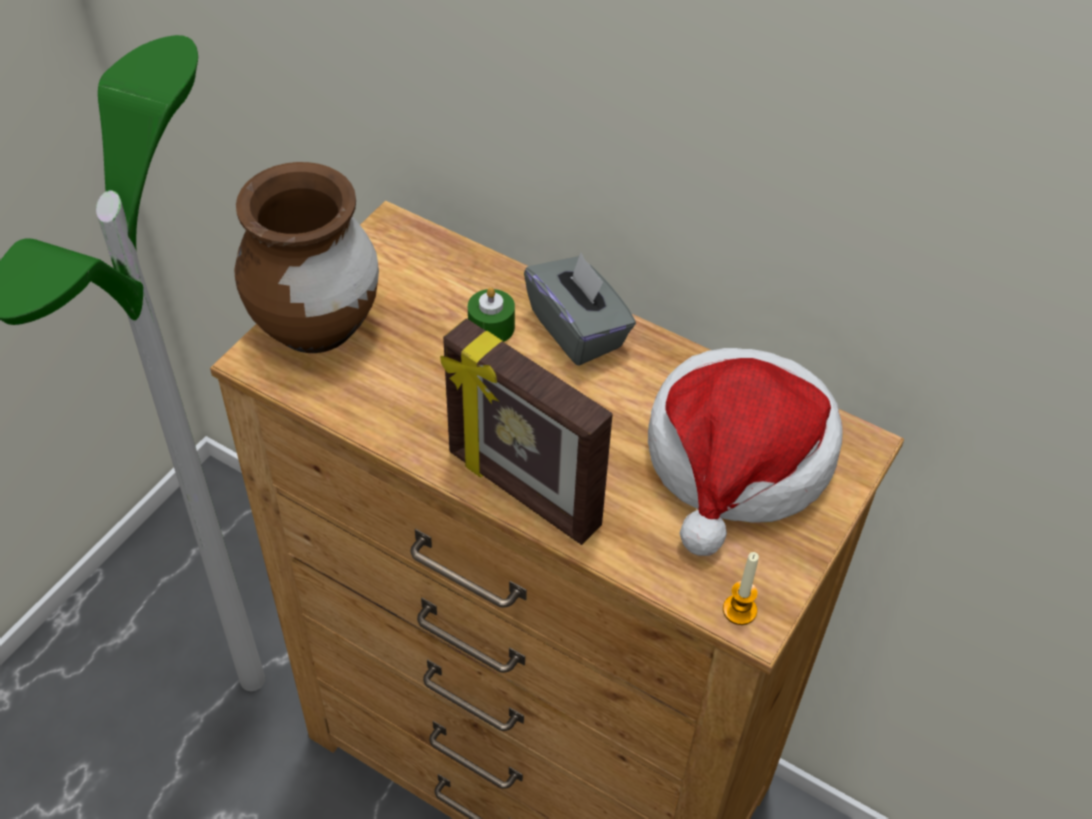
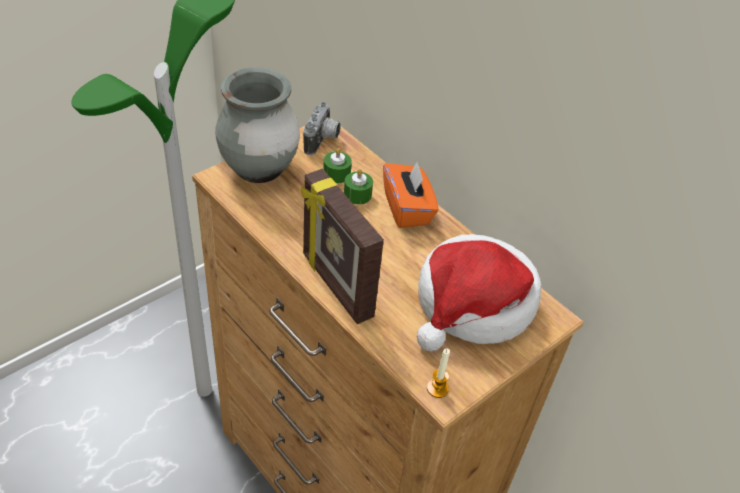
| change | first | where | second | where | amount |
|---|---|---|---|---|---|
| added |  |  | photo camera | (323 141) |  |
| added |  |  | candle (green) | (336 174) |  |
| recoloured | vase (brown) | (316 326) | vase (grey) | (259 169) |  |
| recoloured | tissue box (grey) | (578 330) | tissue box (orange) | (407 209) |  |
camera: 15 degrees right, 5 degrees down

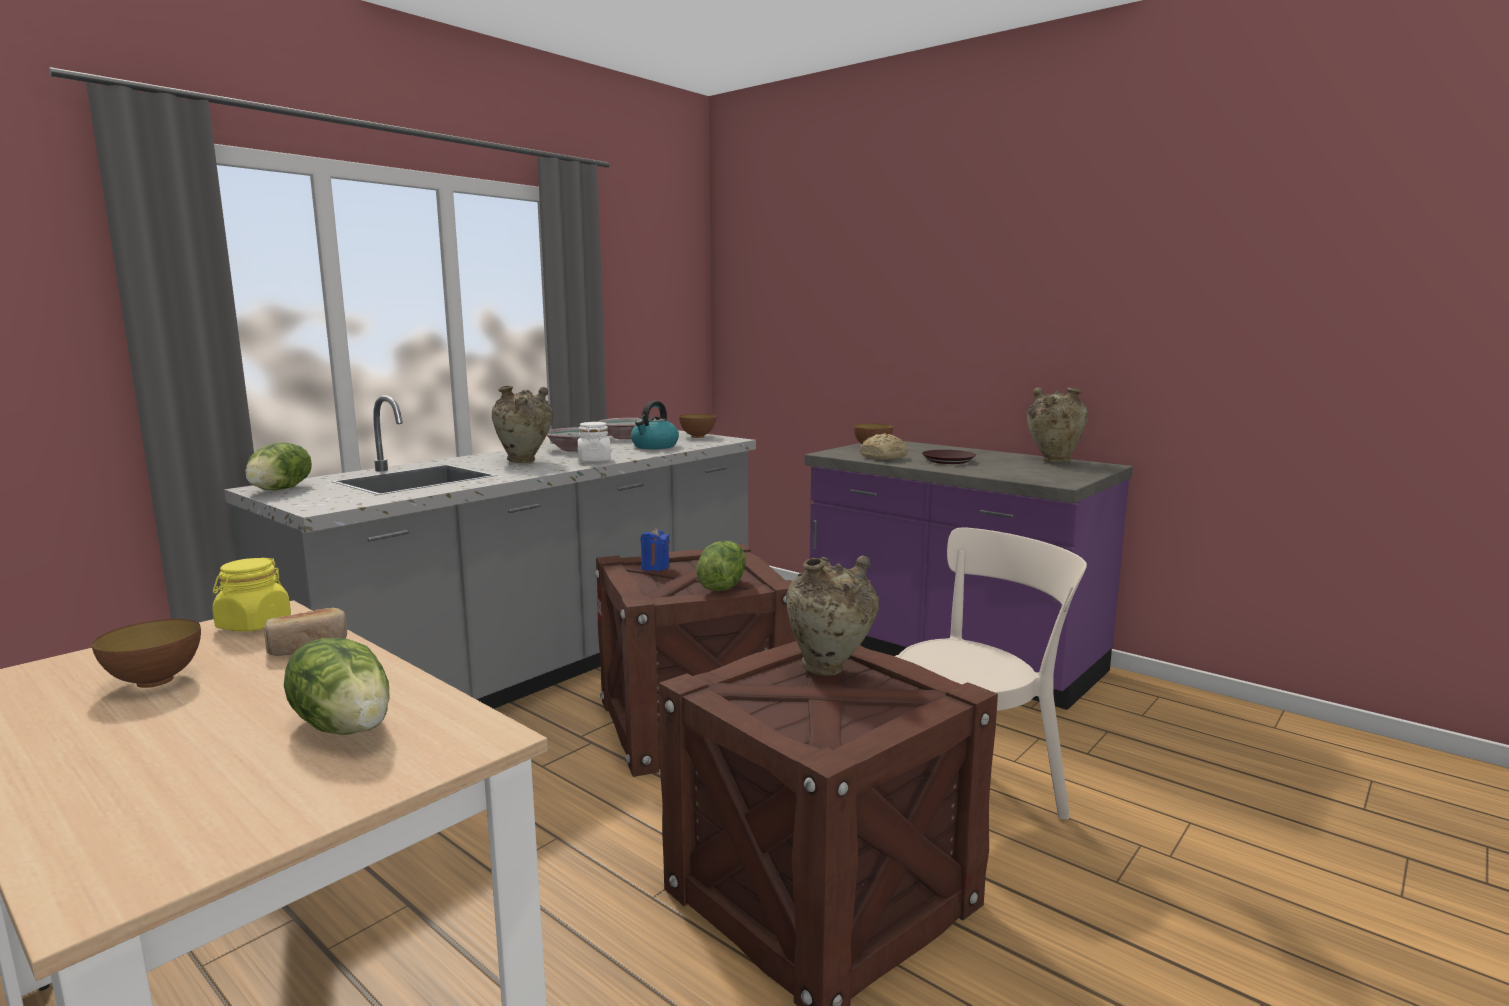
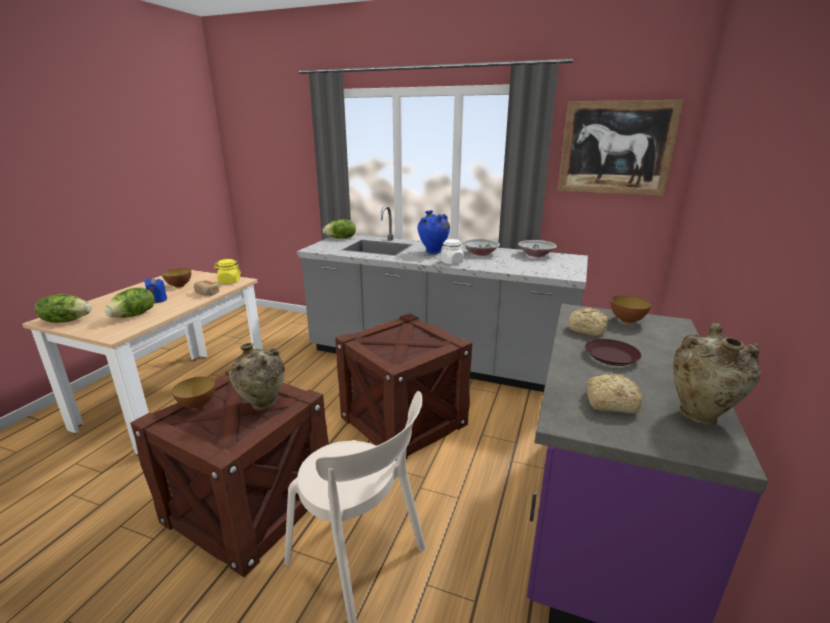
| change | first | where | second | where | amount |
|---|---|---|---|---|---|
| removed | kettle | (654 446) |  |  |  |
| added |  |  | picture | (616 148) |  |
| added |  |  | bread | (609 402) |  |
| moved | candle (blue) | (655 567) |  | (158 300) |  |
| moved | bowl | (697 437) |  | (197 405) |  |
| moved | lettuce | (721 586) |  | (66 320) |  |
| recoloured | vase (beige) | (525 461) | vase (blue) | (433 252) |  |
camera: 70 degrees right, 10 degrees up

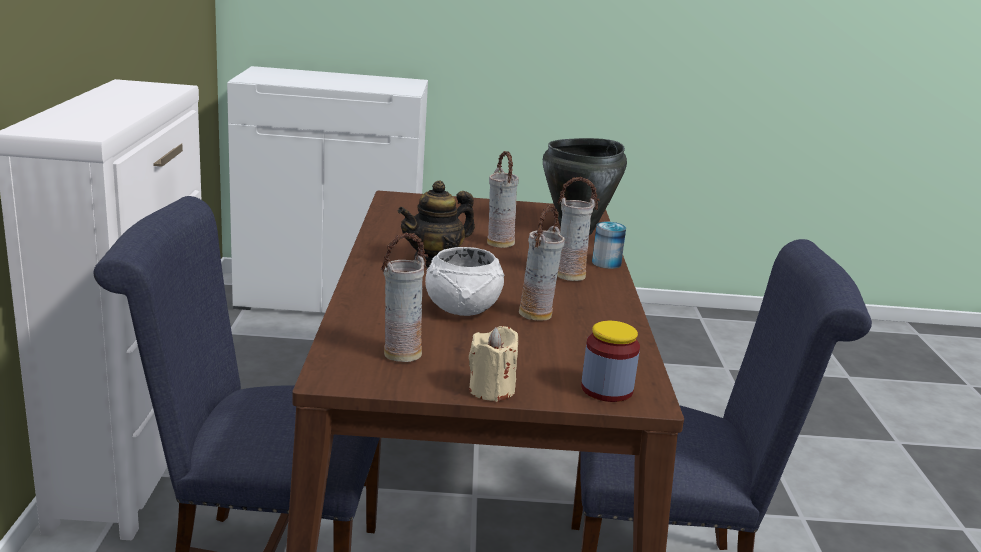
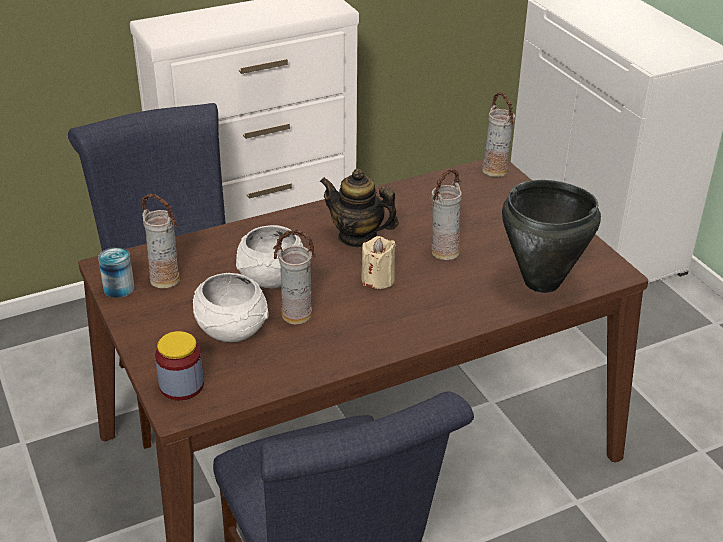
| change | first | where | second | where | amount |
|---|---|---|---|---|---|
| added |  |  | bowl (white) | (231 329) |  |
| moved | candle (beige) | (491 390) |  | (378 279) |  |
| moved | vase | (570 276) |  | (495 171) |  |
| moved | can | (606 263) |  | (119 288) |  |
camera: 65 degrees right, 15 degrees up

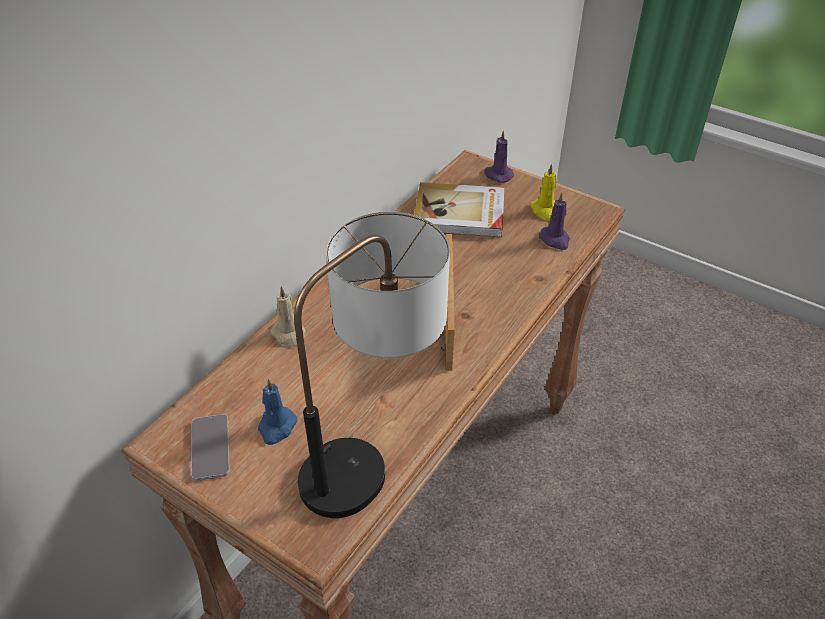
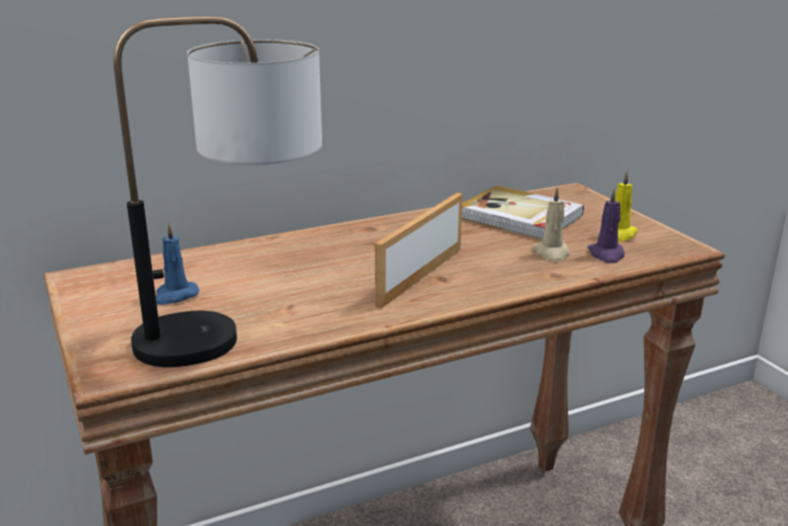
| change | first | where | second | where | amount |
|---|---|---|---|---|---|
| removed | phone | (210 447) |  |  |  |
| removed | candle (purple) | (497 175) |  |  |  |
| moved | candle (beige) | (289 334) |  | (552 253) |  |
camera: 30 degrees right, 20 degrees down

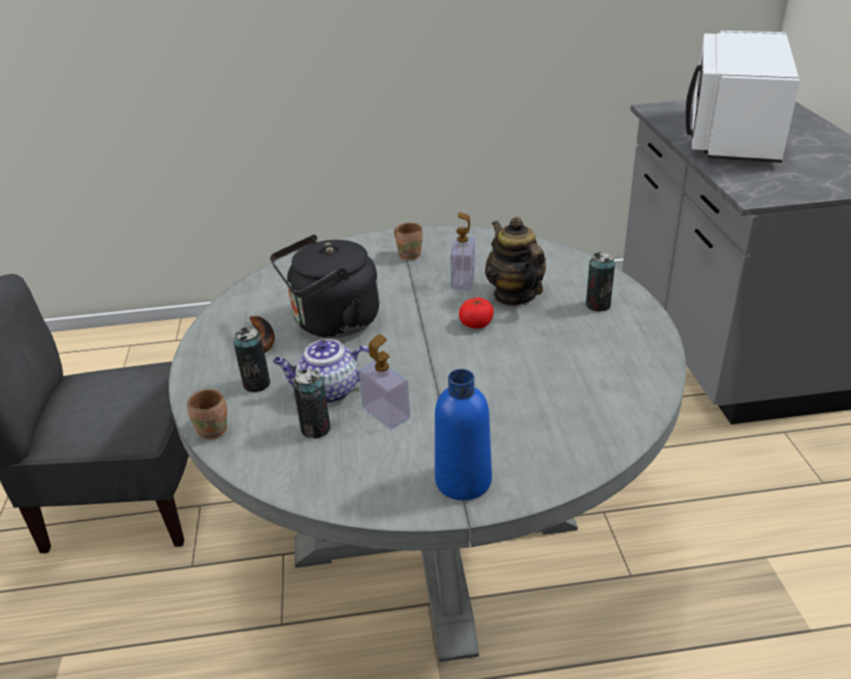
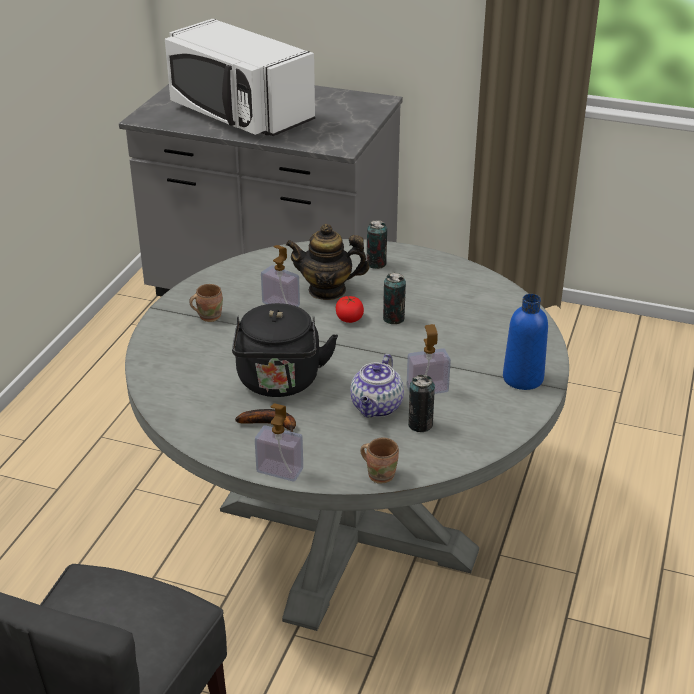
| change | first | where | second | where | amount |
|---|---|---|---|---|---|
| added |  |  | soap dispenser | (280 470) |  |
| moved | can | (256 384) |  | (393 319) |  |
camera: 65 degrees left, 0 degrees up

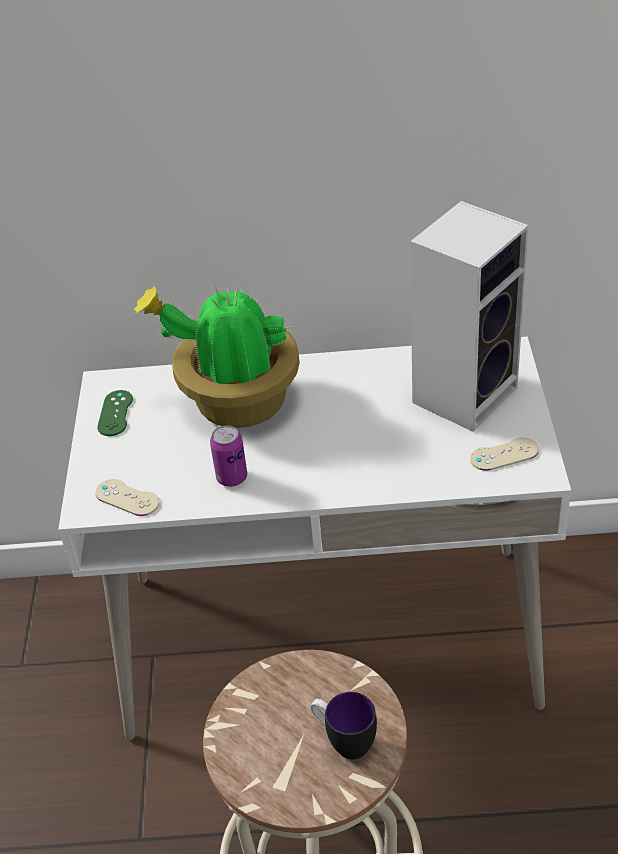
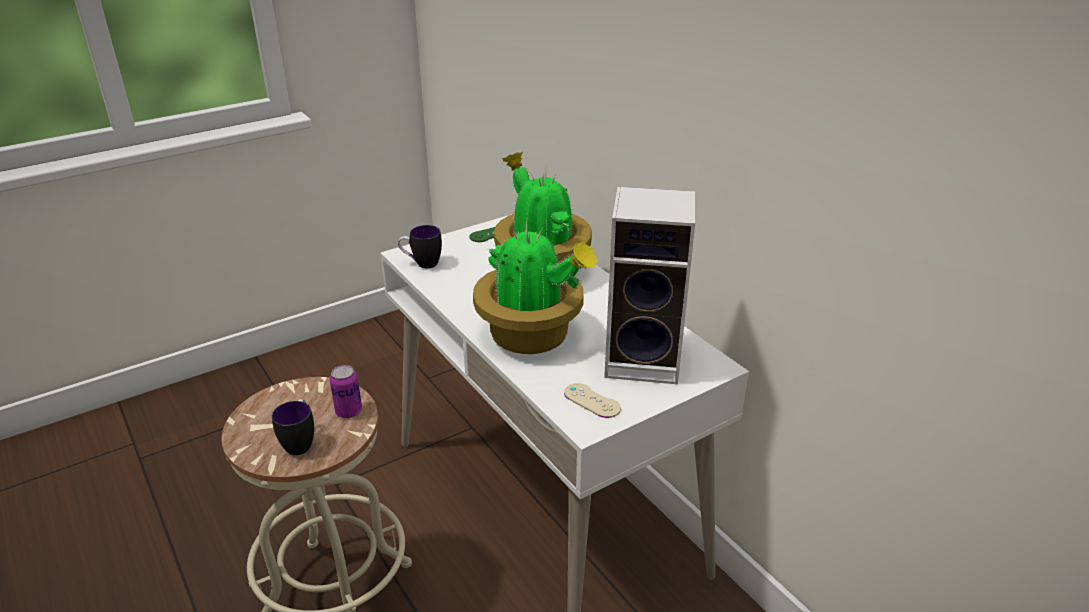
| change | first | where | second | where | amount |
|---|---|---|---|---|---|
| added |  |  | potted plant | (532 337) |  |
| moved | can | (232 477) |  | (349 411) |  |
| replaced | game controller (beige) | (127 498) | mug | (421 264) |  |
camera: 55 degrees right, 10 degrees down

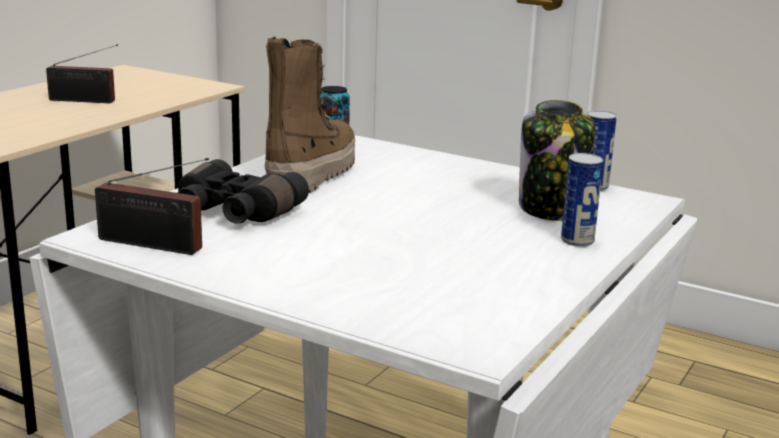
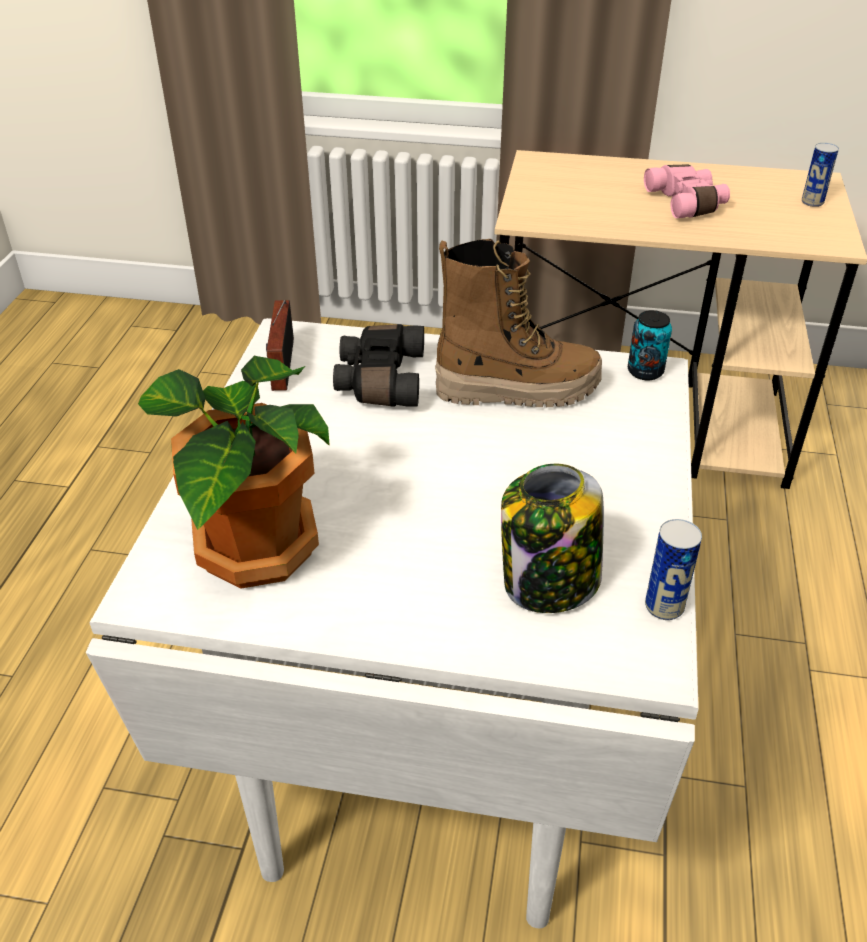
| change | first | where | second | where | amount |
|---|---|---|---|---|---|
| added |  |  | potted plant | (253 551) |  |
| moved | can | (577 241) |  | (812 202) |  |
| replaced | radio | (85 101) | binoculars (pink) | (687 203) |  |
camera: 70 degrees right, 20 degrees up

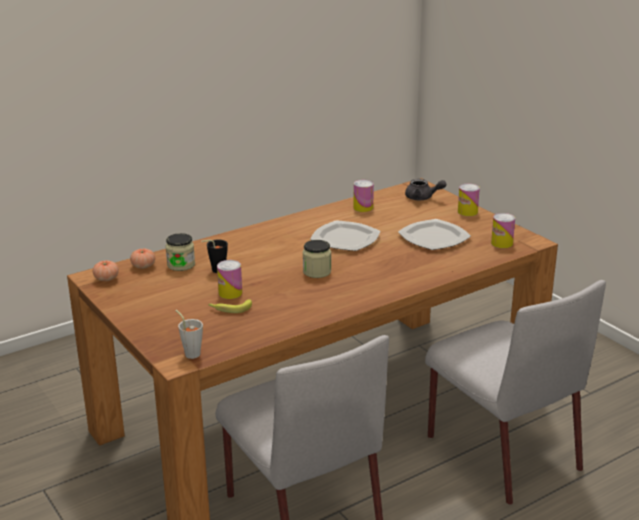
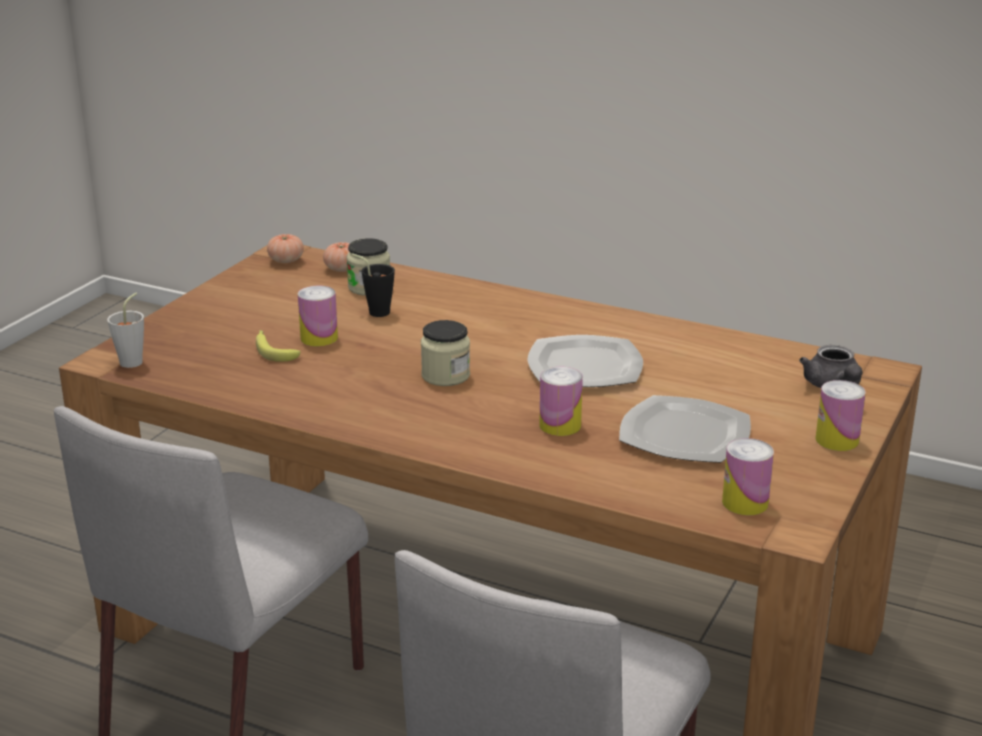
| change | first | where | second | where | amount |
|---|---|---|---|---|---|
| moved | can | (363 208) |  | (560 425) |  |
camera: 60 degrees right, 0 degrees up

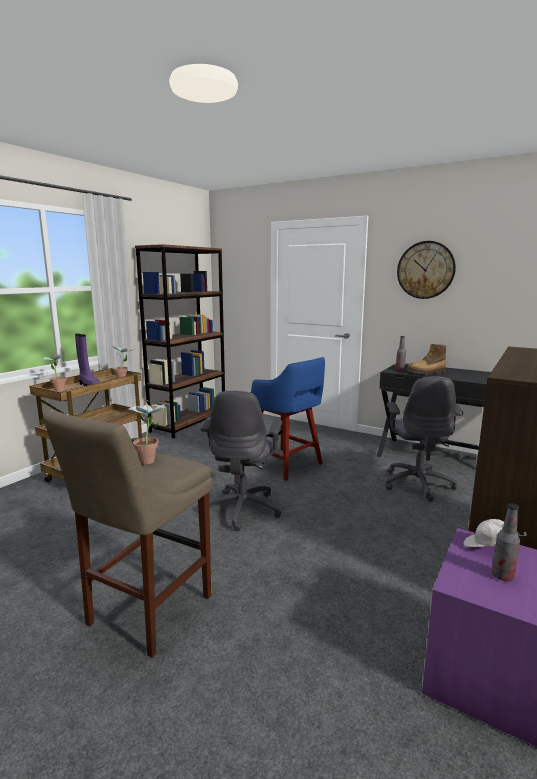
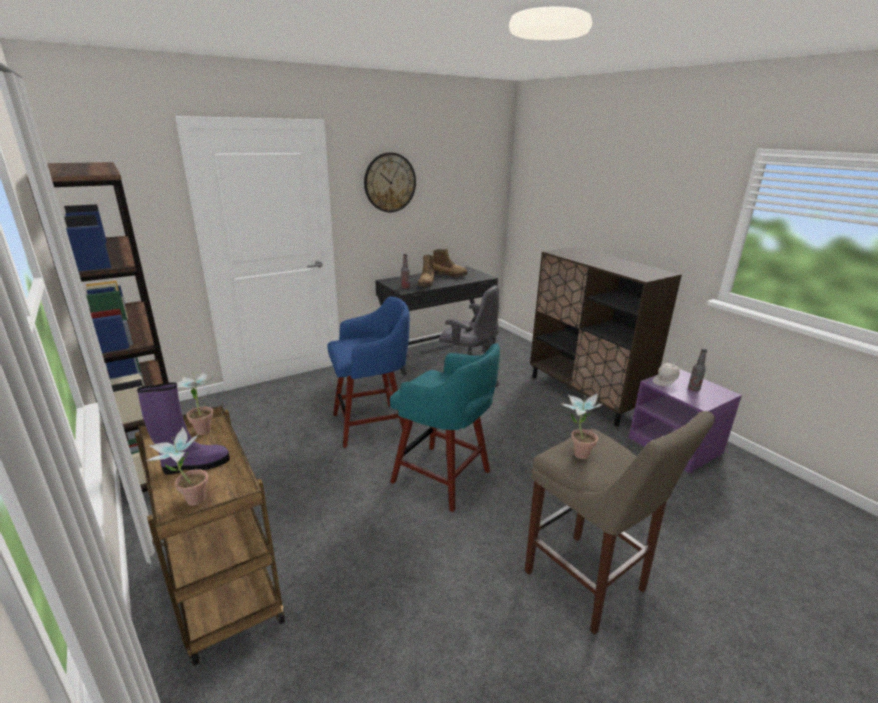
| change | first | where | second | where | amount |
|---|---|---|---|---|---|
| added |  |  | boot | (450 275) |  |
| replaced | office chair (grey) | (243 509) | stool (turquoise) | (444 478) |  |
camera: 65 degrees left, 10 degrees up

